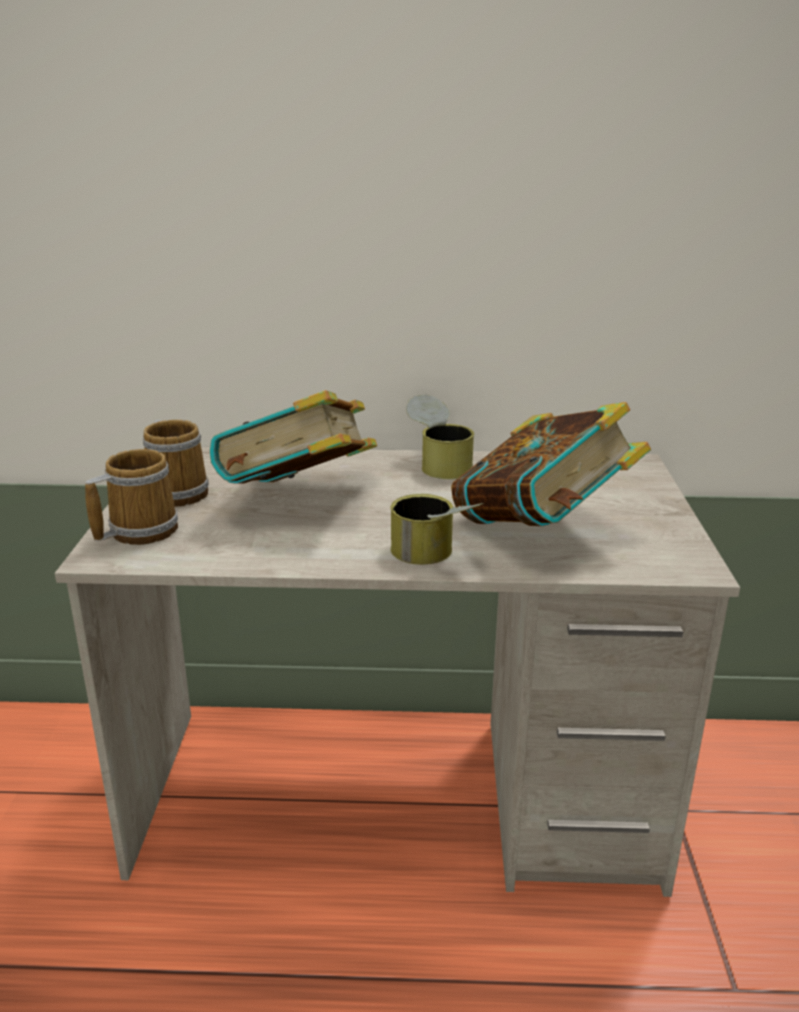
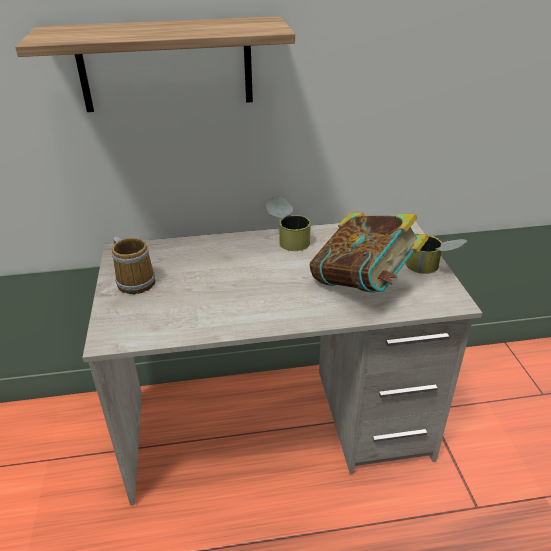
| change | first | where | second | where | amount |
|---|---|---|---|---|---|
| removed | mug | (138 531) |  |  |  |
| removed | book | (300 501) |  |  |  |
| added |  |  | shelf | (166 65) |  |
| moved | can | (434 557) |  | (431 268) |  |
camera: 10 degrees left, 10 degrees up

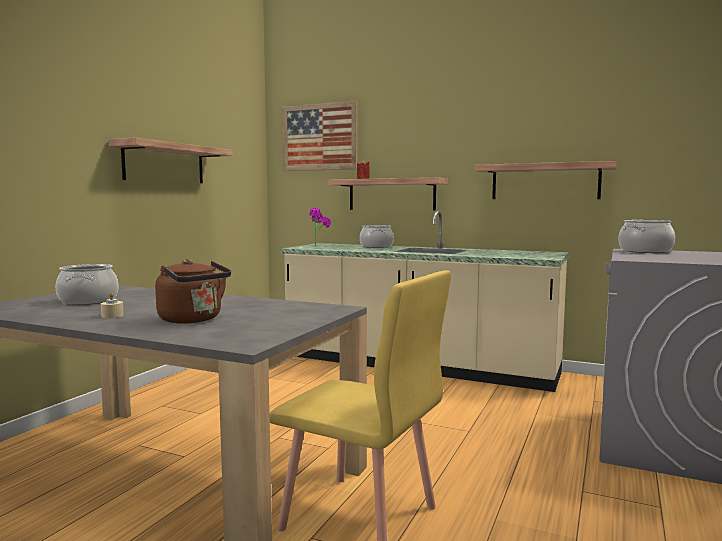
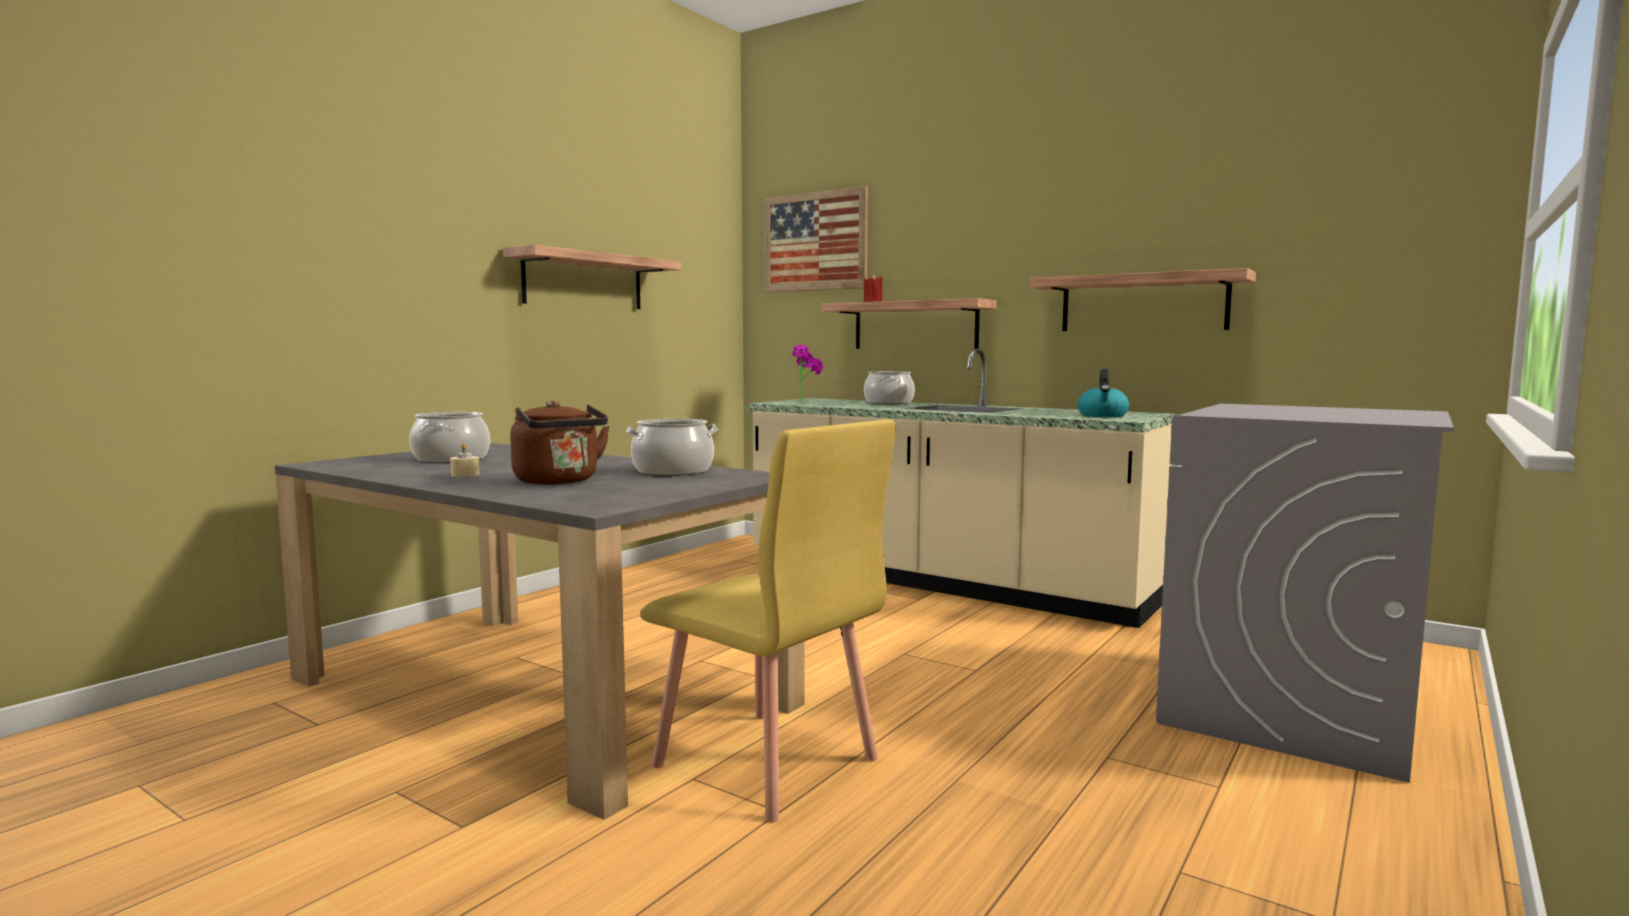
| change | first | where | second | where | amount |
|---|---|---|---|---|---|
| added |  |  | kettle | (1103 415) |  |
| moved | cooking pot | (645 251) |  | (673 471) |  |
camera: 10 degrees right, 0 degrees up

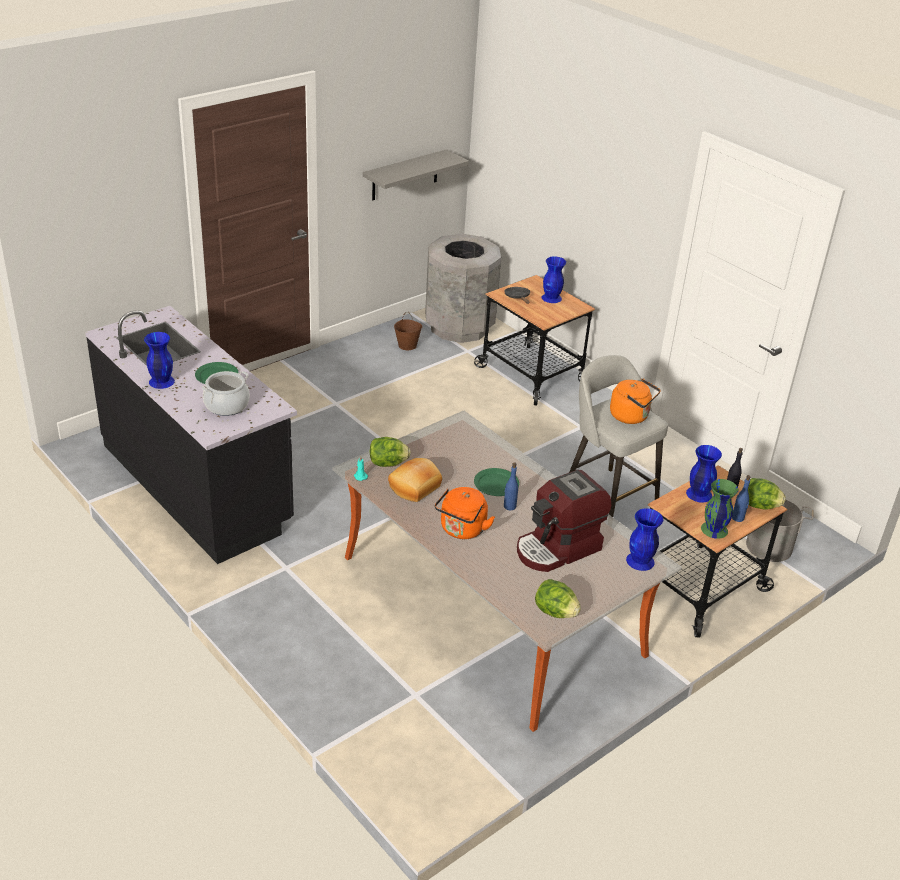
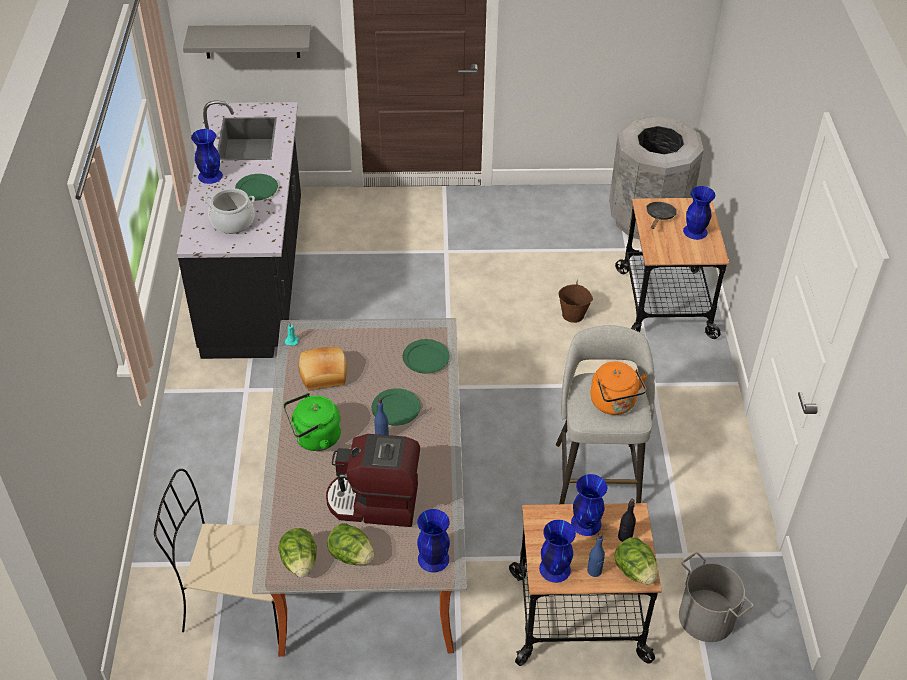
| change | first | where | second | where | amount |
|---|---|---|---|---|---|
| added |  |  | chair (beige) | (238 600) |  |
| added |  |  | plate (green) | (426 358) |  |
| moved | shelf (grey) | (405 175) |  | (251 41) |  |
| moved | lettuce | (387 463) |  | (351 555) |  |
| moved | bucket (brown) | (407 345) |  | (573 315) |  |
| recoloured | kettle (orange) | (462 530) | kettle (green) | (314 438) |  |
| recoloured | vase (green) | (713 529) | vase (blue) | (554 568) |  |
camera: 40 degrees right, 10 degrees up

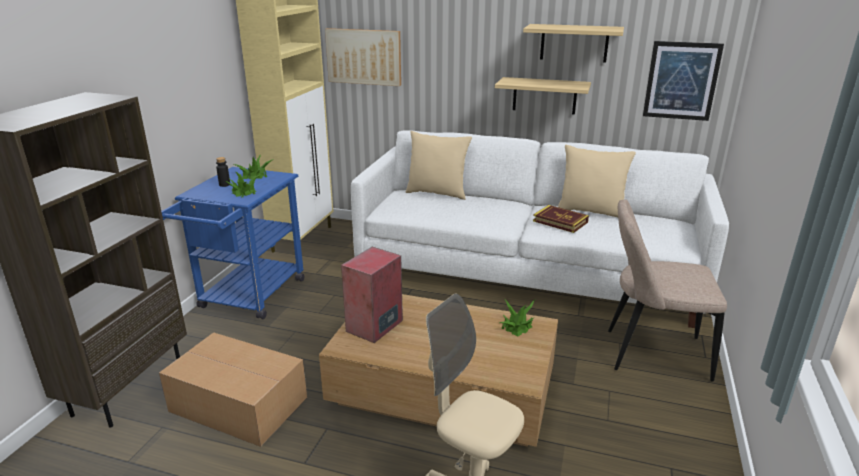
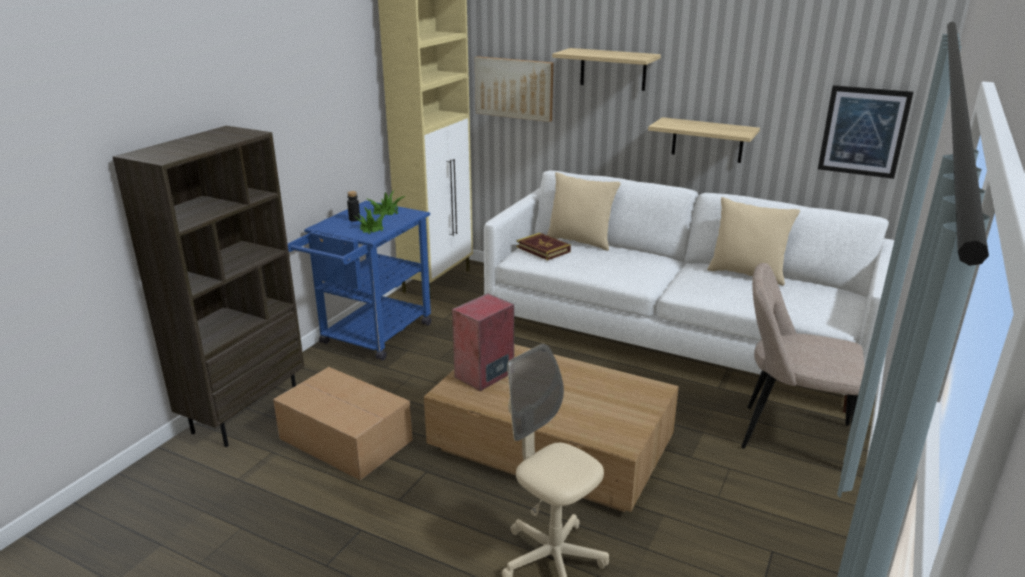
| change | first | where | second | where | amount |
|---|---|---|---|---|---|
| removed | potted plant | (517 326) |  |  |  |
| moved | shelf | (574 43) |  | (613 69) |  |
| moved | book | (560 221) |  | (543 249) |  |
camera: 10 degrees right, 0 degrees up

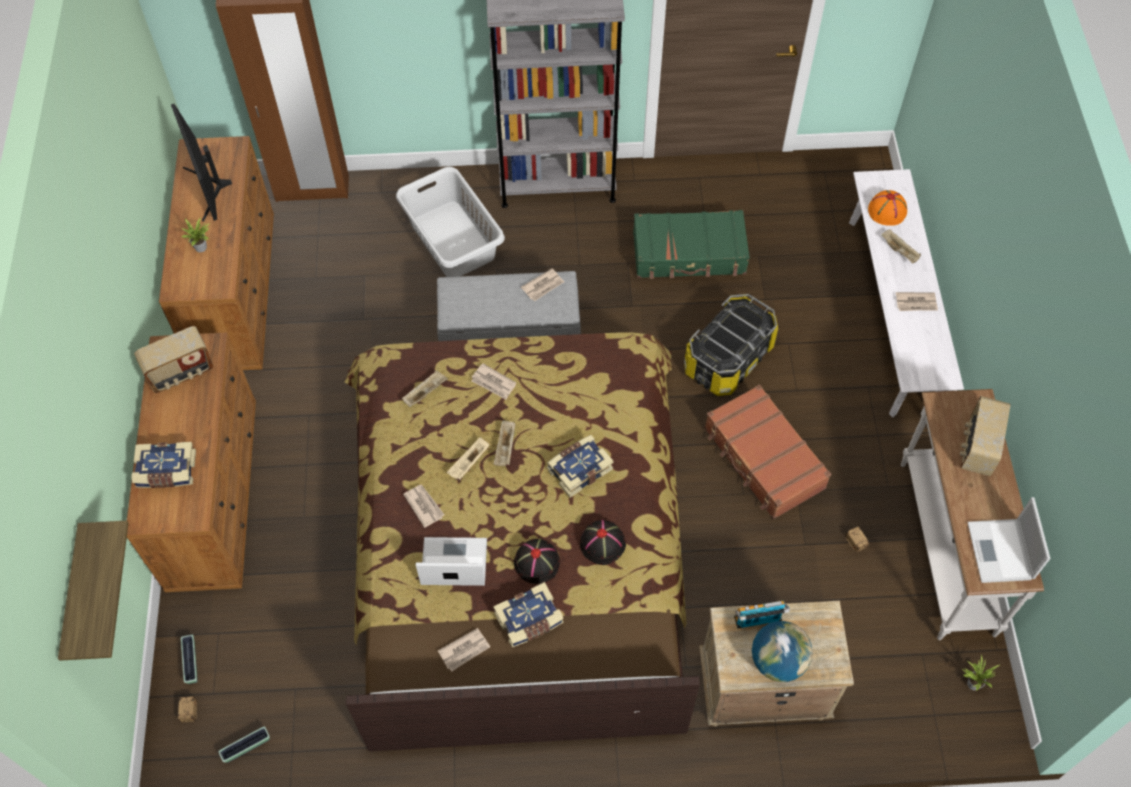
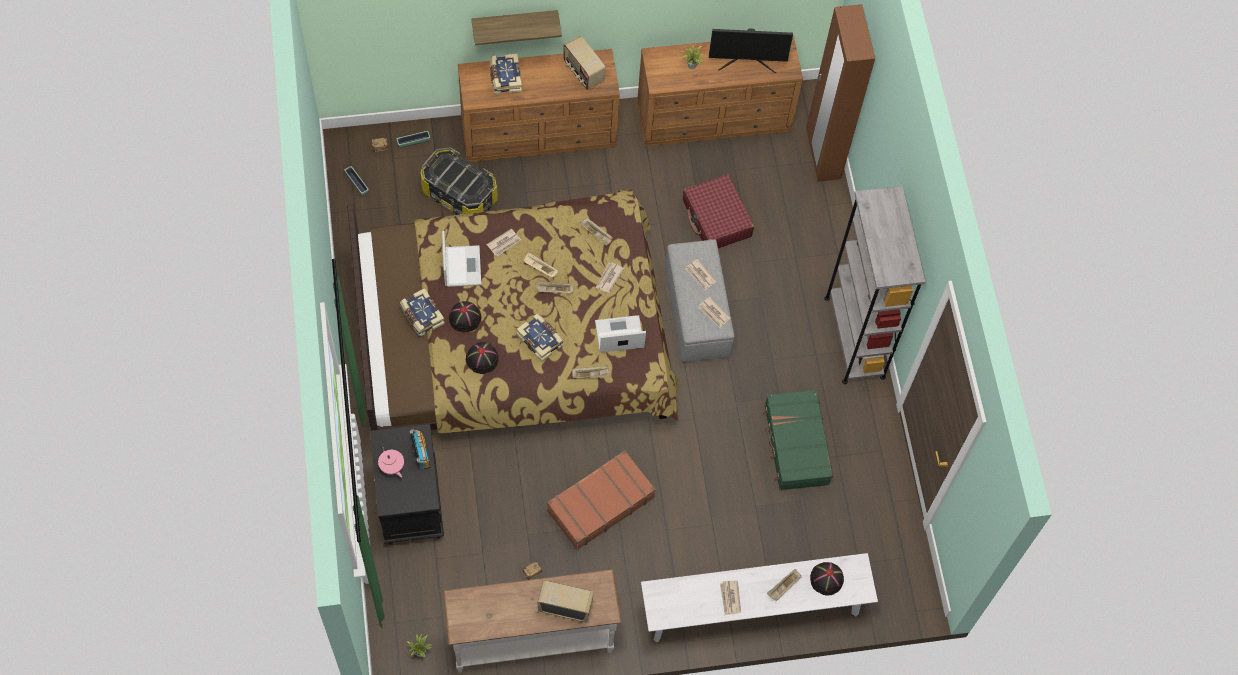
| change | first | where | second | where | amount |
|---|---|---|---|---|---|
| removed | laundry basket (grey) | (453 239) |  |  |  |
| added |  |  | tray (beige) | (591 375) |  |
| added |  |  | suitcase (red) | (716 219) |  |
| moved | shelf | (76 598) |  | (514 23) |  |
| moved | newspaper | (464 650) |  | (700 275) |  |
| moved | storage box | (727 358) |  | (460 194) |  |
| moved | laptop | (1000 552) |  | (618 335) |  |
| replaced | globe | (778 661) | teapot (pink) | (392 467) |  |
| recoloured | nightstand (beige) | (761 689) | nightstand (black) | (410 502) |  |
| recoloured | hat (orange) | (887 211) | hat (black) | (826 579) |  |
| turned | monitor | (208 188) |  | (747 61) | 150 degrees counterclockwise |
camera: 80 degrees right, 5 degrees up

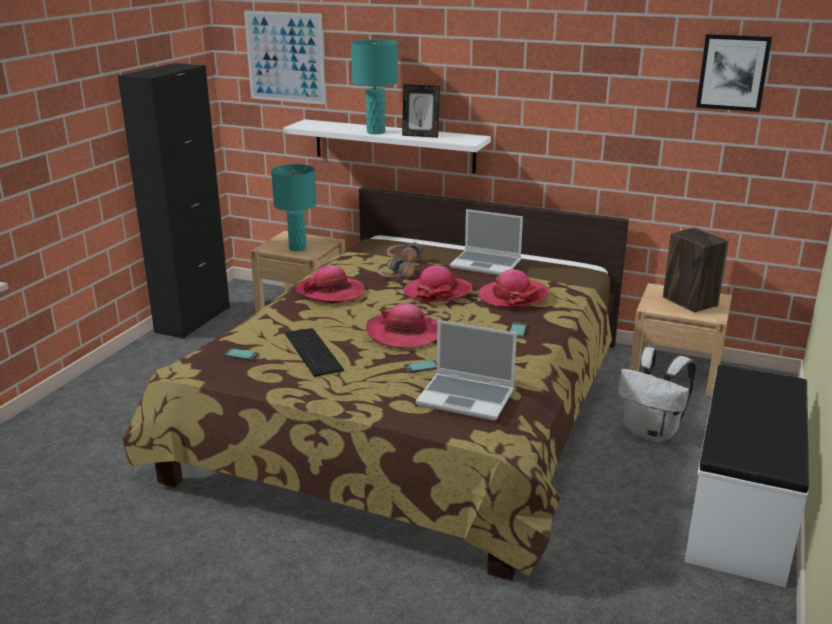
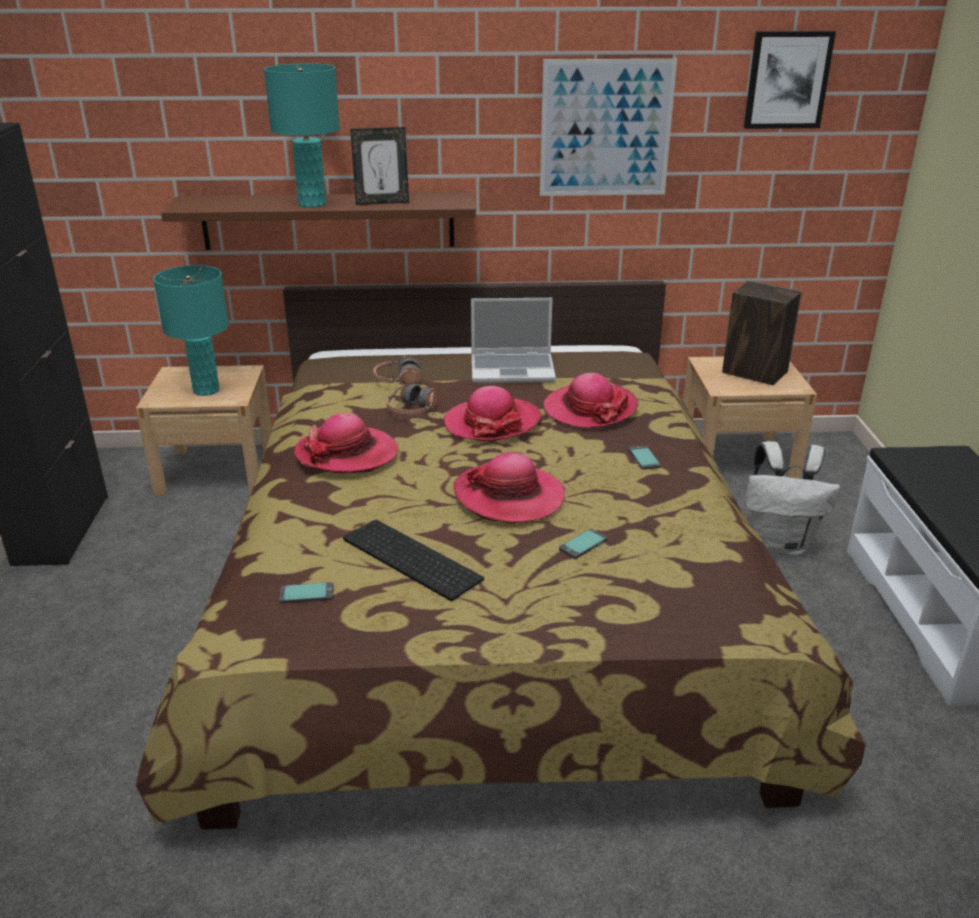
| change | first | where | second | where | amount |
|---|---|---|---|---|---|
| removed | laptop | (467 398) |  |  |  |
| moved | picture | (285 57) |  | (605 129) |  |
| recoloured | shelf (white) | (393 146) | shelf (brown) | (328 221) |  |
camera: 25 degrees left, 5 degrees up

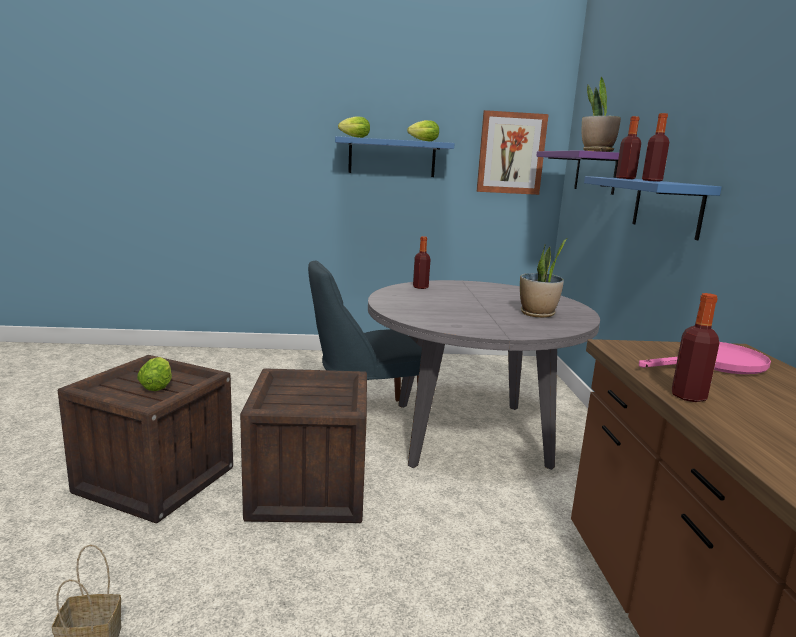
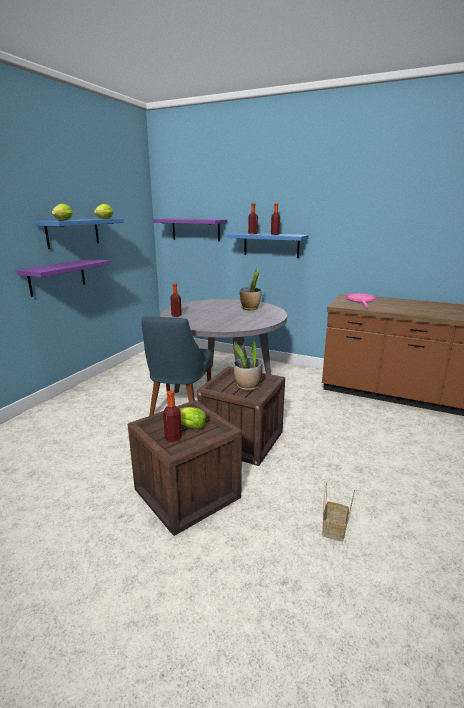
| change | first | where | second | where | amount |
|---|---|---|---|---|---|
| removed | picture | (511 153) |  |  |  |
| added |  |  | shelf (purple) | (57 277) |  |
| moved | potted plant | (596 151) |  | (247 386) |  |
| moved | bottle | (688 396) |  | (173 438) |  |
camera: 60 degrees left, 5 degrees up

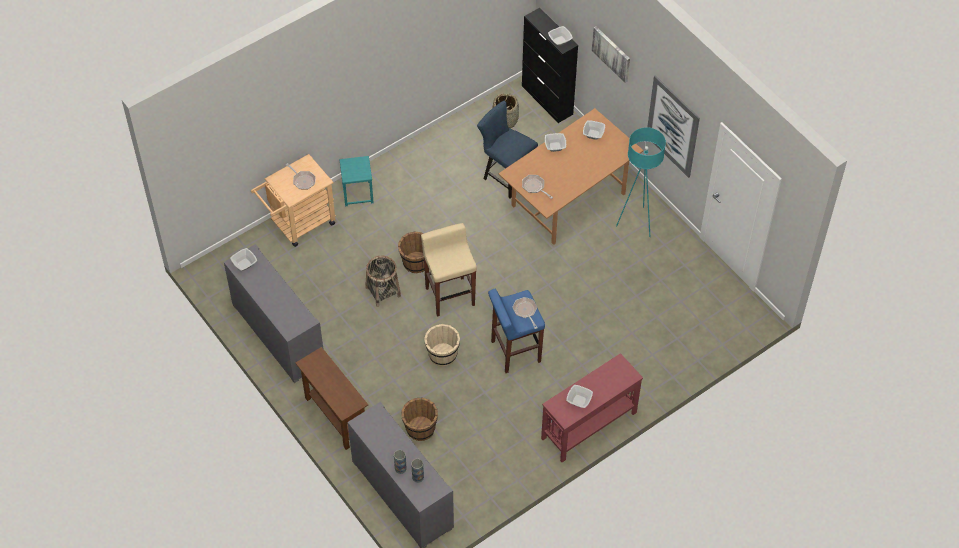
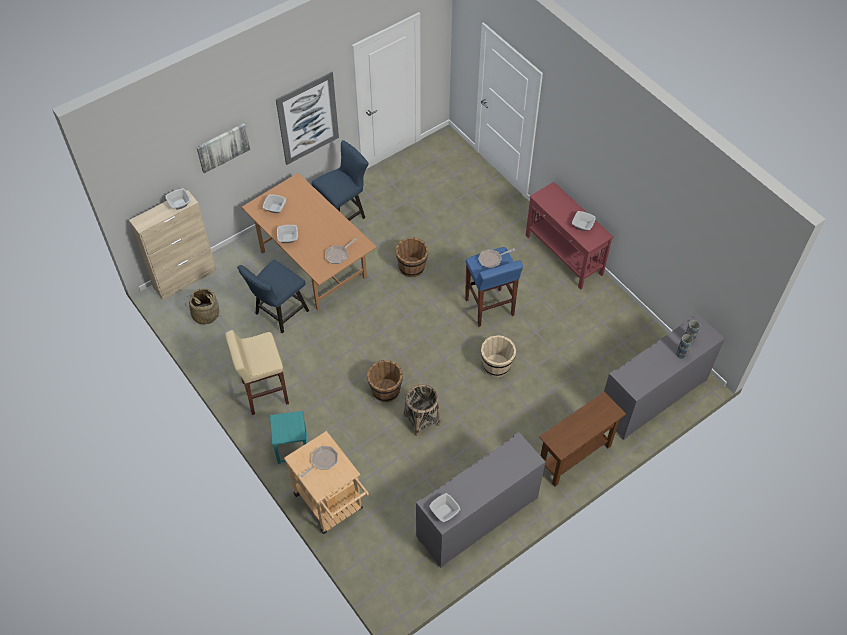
| change | first | where | second | where | amount |
|---|---|---|---|---|---|
| moved | bucket (brown) | (420 429) |  | (412 267) |  |
| moved | stool (beige) | (450 295) |  | (264 393) |  |
| replaced | floor lamp (turquoise) | (636 223) | chair (blue) | (344 214) |  |
| recoloured | cabinet (black) | (547 100) | cabinet (beige) | (185 279) |  |
camera: 90 degrees left, 0 degrees up

